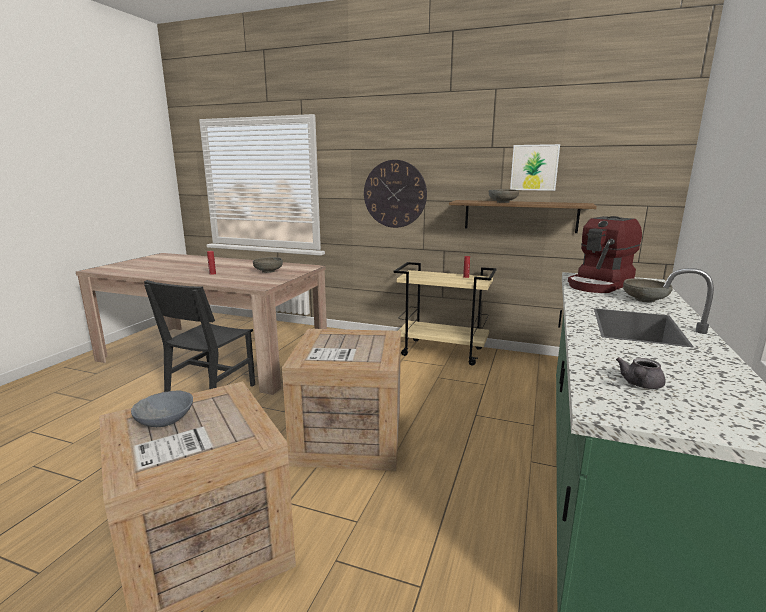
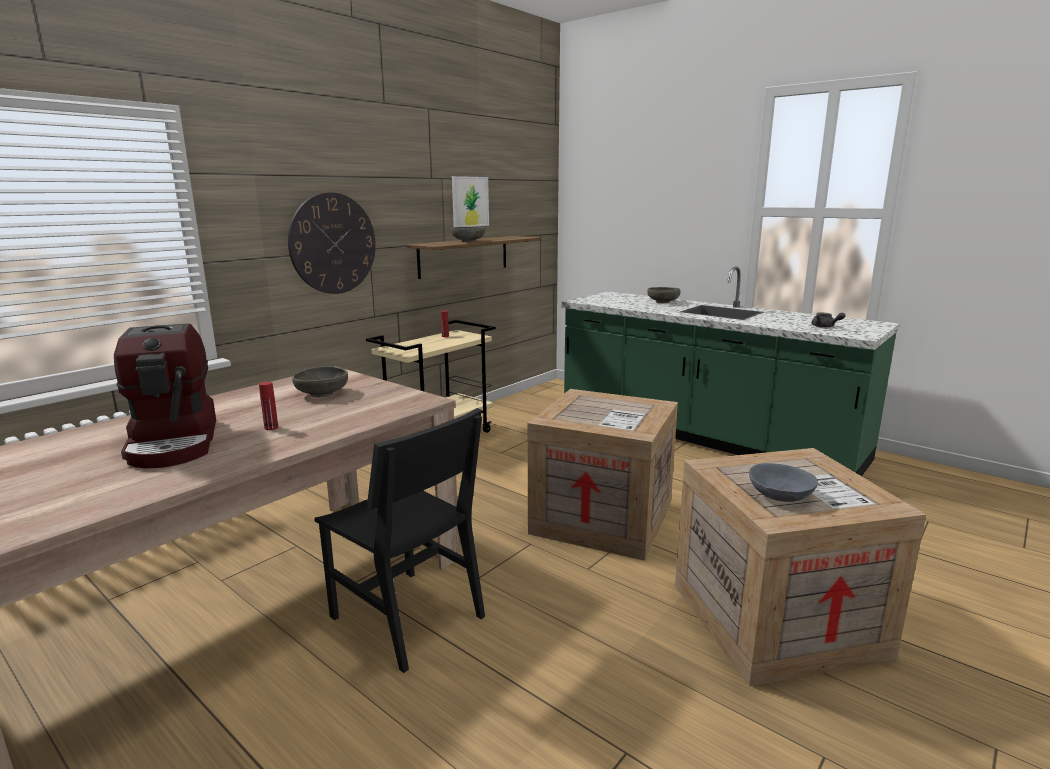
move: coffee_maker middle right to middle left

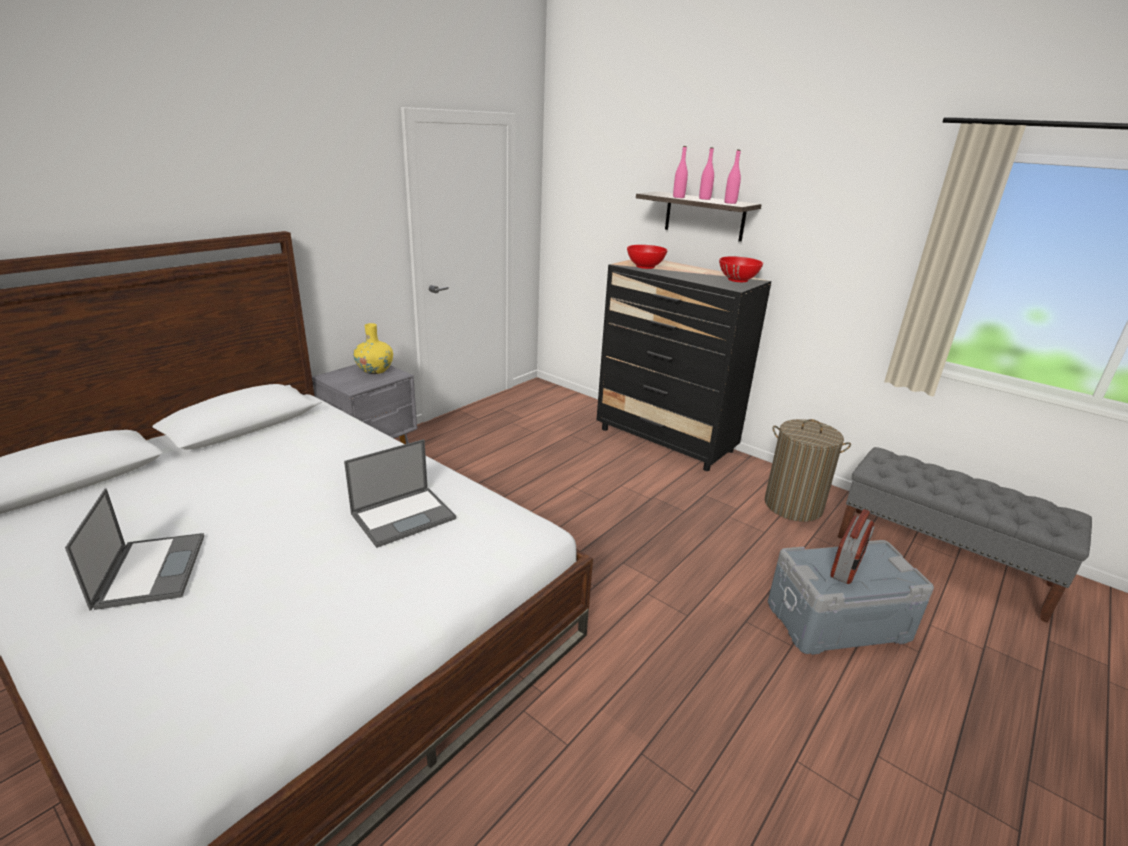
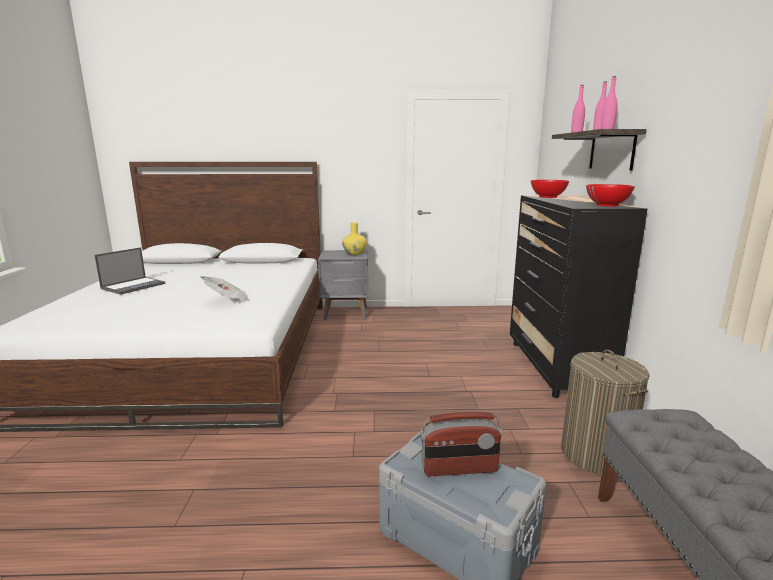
replace: laptop (2nd from left) centre to newspaper middle left

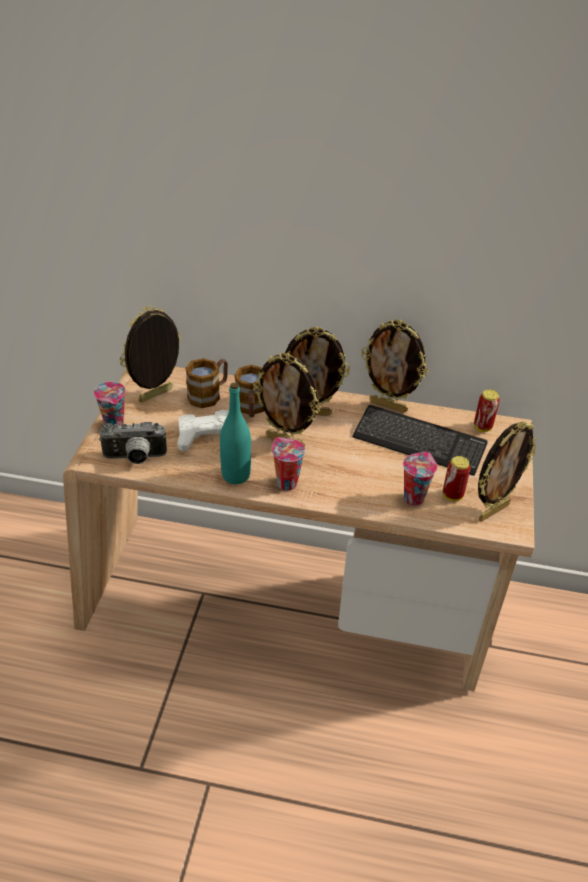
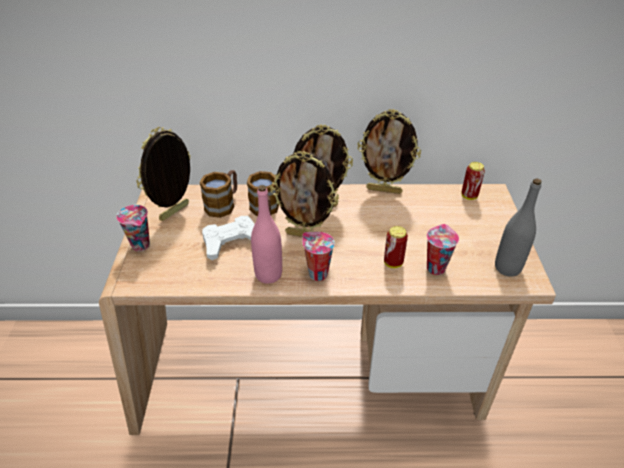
delete: PC_keyboard middle right; still_camera middle left
move: sealed_can (1st from left) middle right to centre
replace: photo_frame (5th from left) middle right to gray_drink_bottle middle right
recolor: turquoise_drink_bottle centre to pinkish_drink_bottle centre

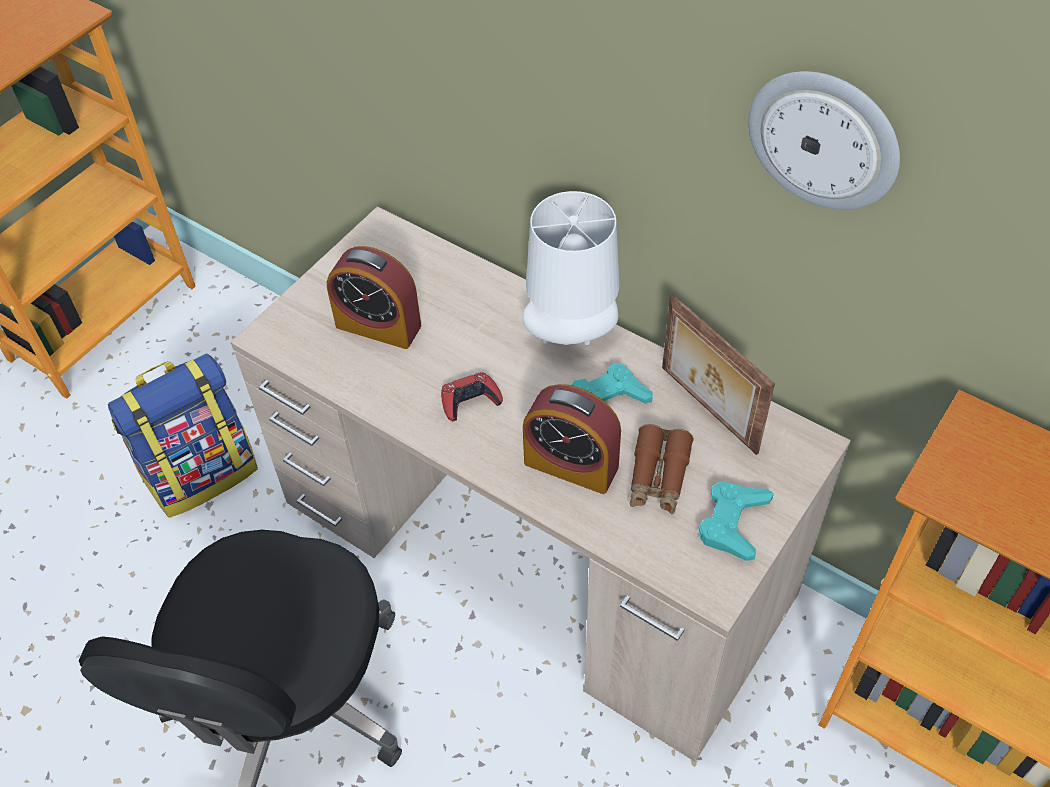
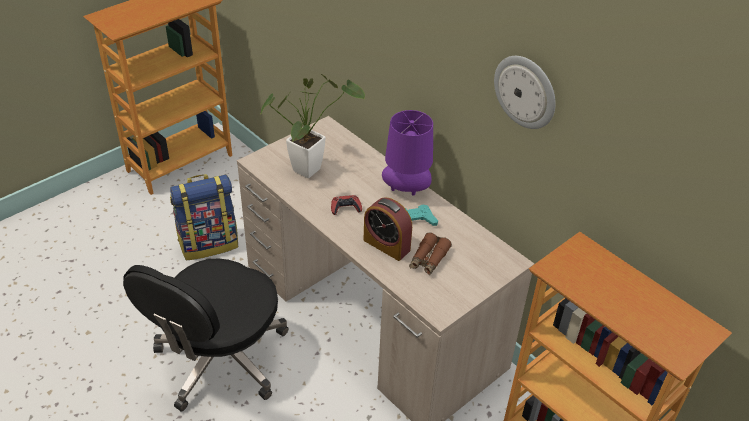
delete: photo_frame middle right; turquoise_game_controller (2nd from left) middle right
replace: bedside_clock (1st from left) centre to potted_plant top centre
recolor: white-coloured_lamp_for_a_table centre to purple_lamp_for_a_table centre

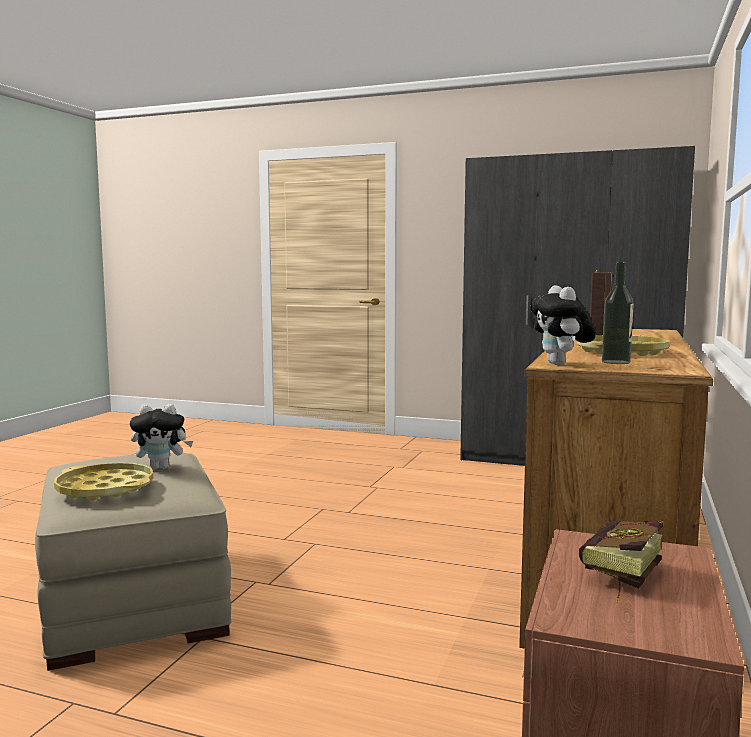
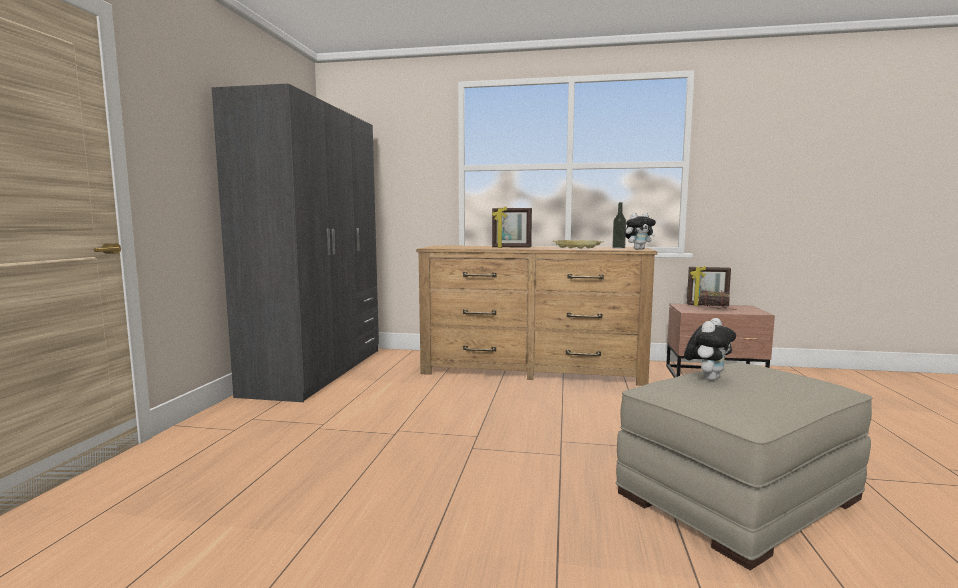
delete: yellow-coloured_carrying_tray (1st from left) middle left
insert: photo_frame (2nd from left) middle right
rotate: cuddly_toy (1st from left in the first image) middle left = middle right 60 degrees clockwise

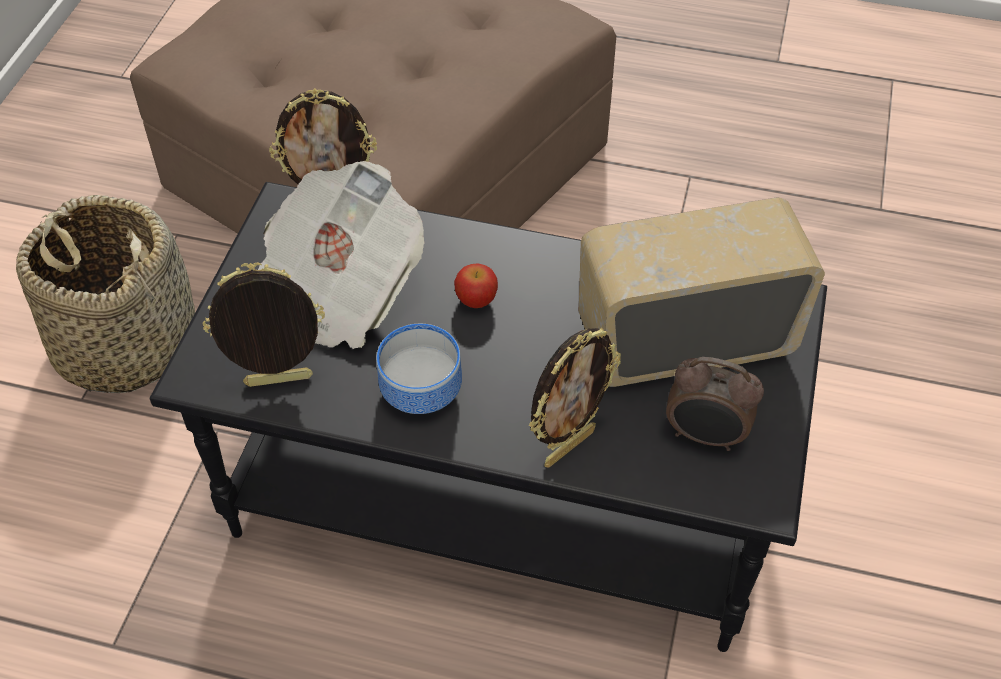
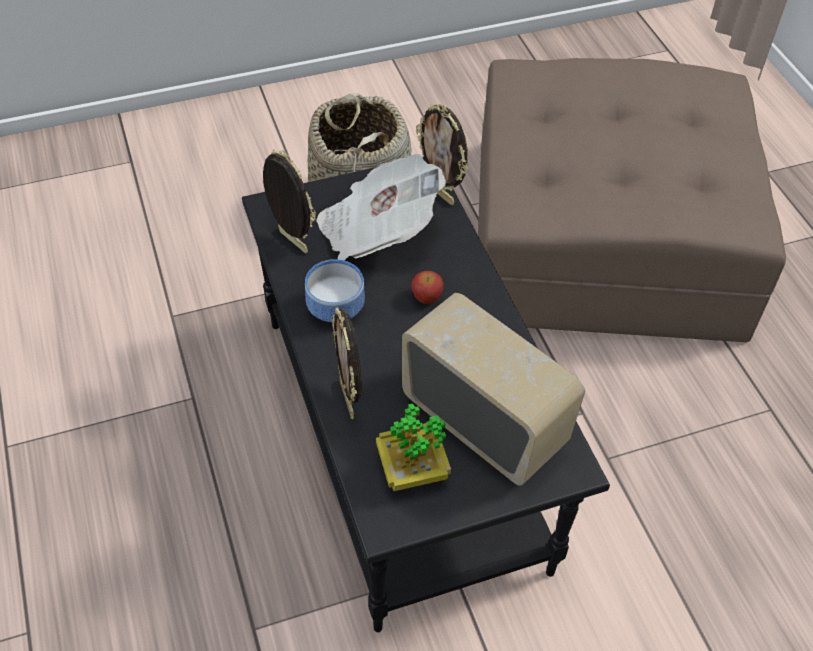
replace: bedside_clock middle right to potted_plant bottom centre
rotate: photo_frame (3rd from left in the first image) centre = centre 60 degrees clockwise

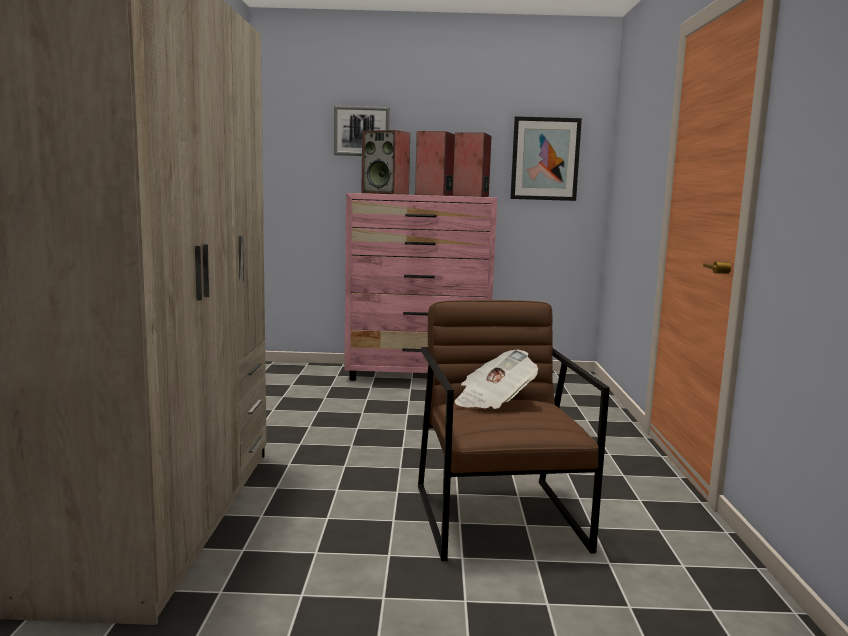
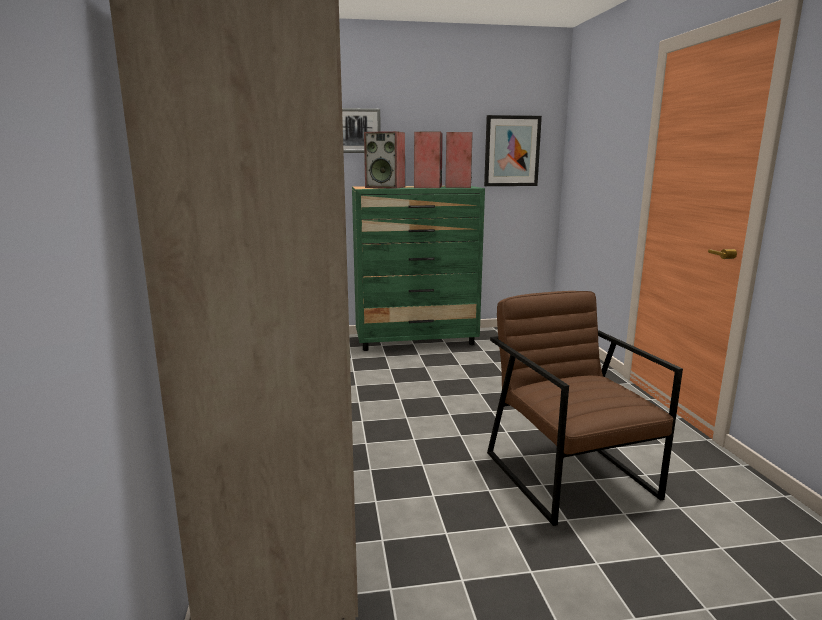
delete: newspaper centre
recolor: pinkish_dresser centre to greenish_dresser centre

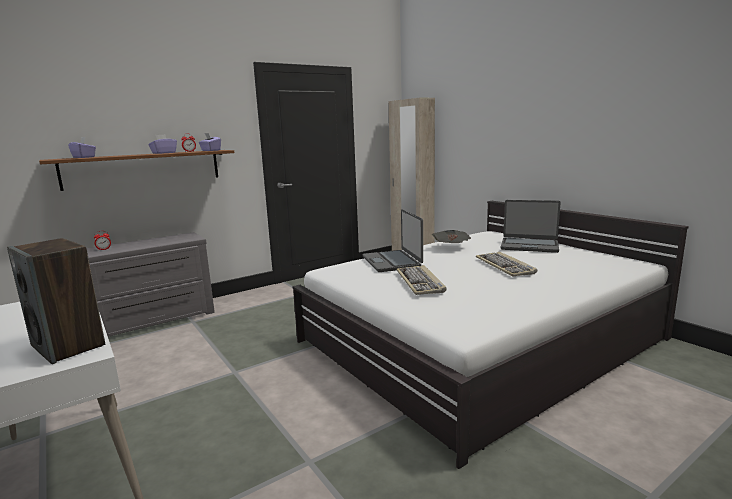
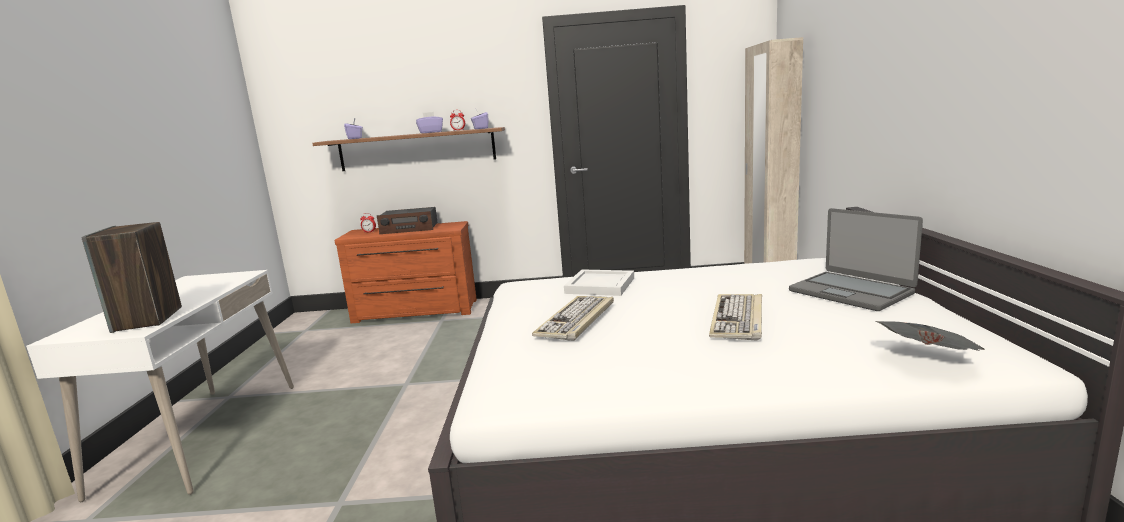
insert: radio centre
move: newspaper centre to middle right
replace: laptop (1st from left) centre to white-coloured_carrying_tray centre
recolor: gray_dresser middle left to brownish_dresser centre

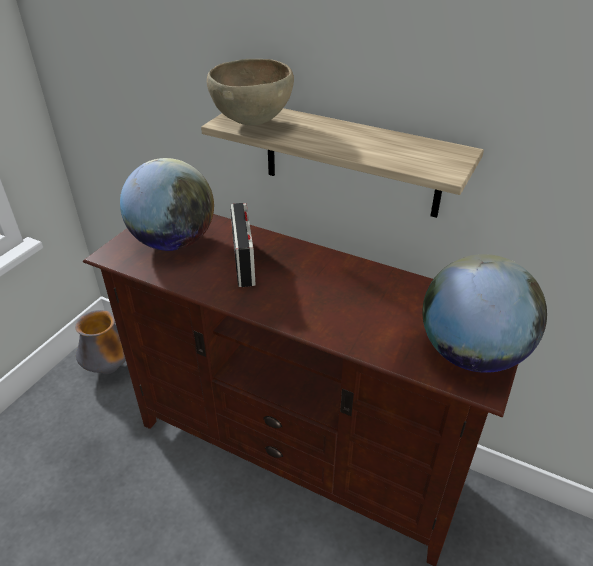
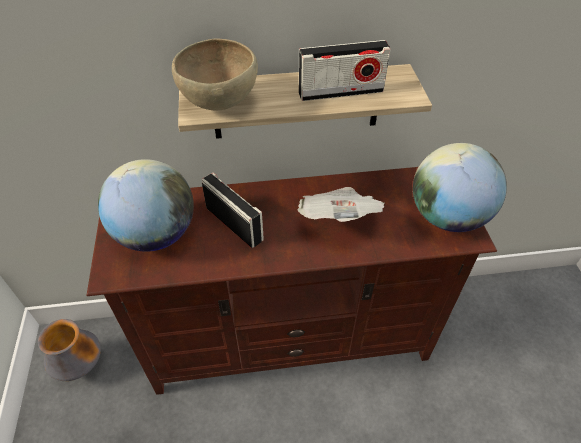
insert: radio (2nd from left) top centre; newspaper centre

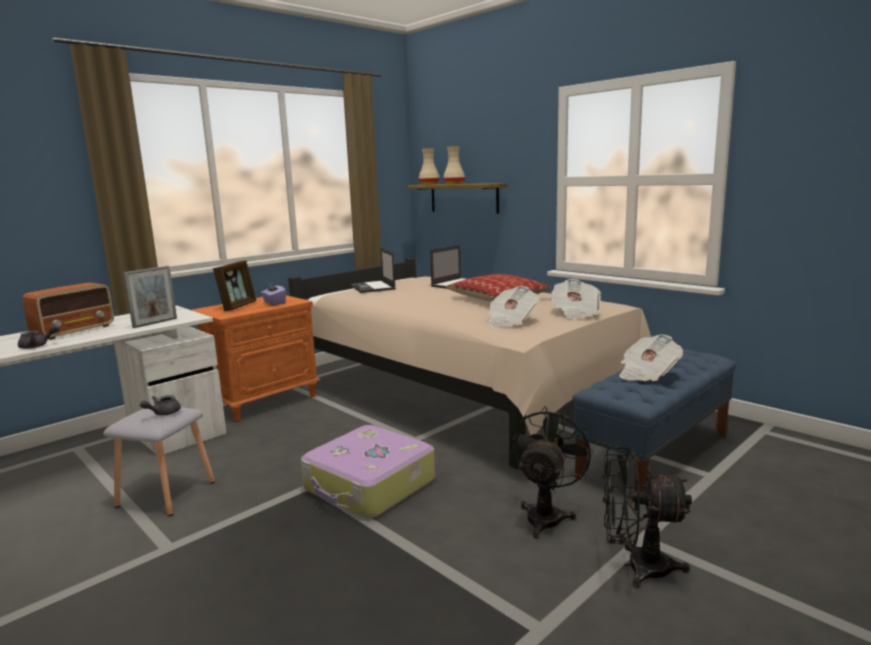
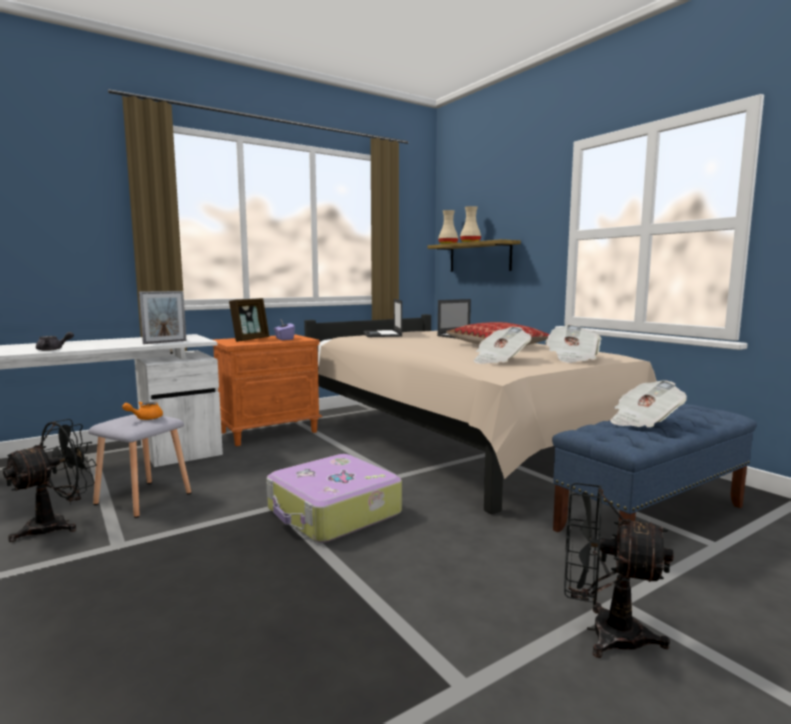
delete: radio middle left
move: black-coloured_cooling_fan (1st from left) bottom centre to middle left
recolor: gray_teapot (2nd from left) middle left to orange-coloured_teapot middle left

